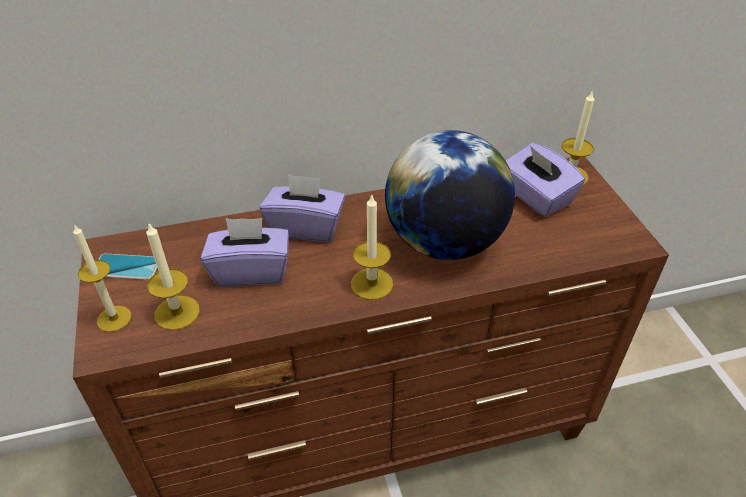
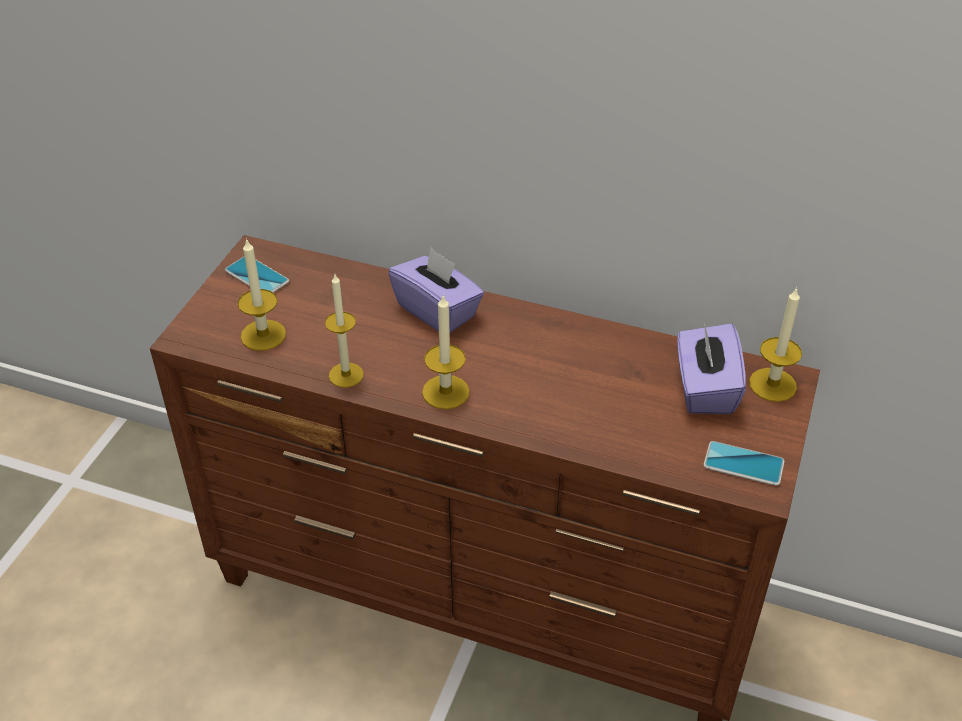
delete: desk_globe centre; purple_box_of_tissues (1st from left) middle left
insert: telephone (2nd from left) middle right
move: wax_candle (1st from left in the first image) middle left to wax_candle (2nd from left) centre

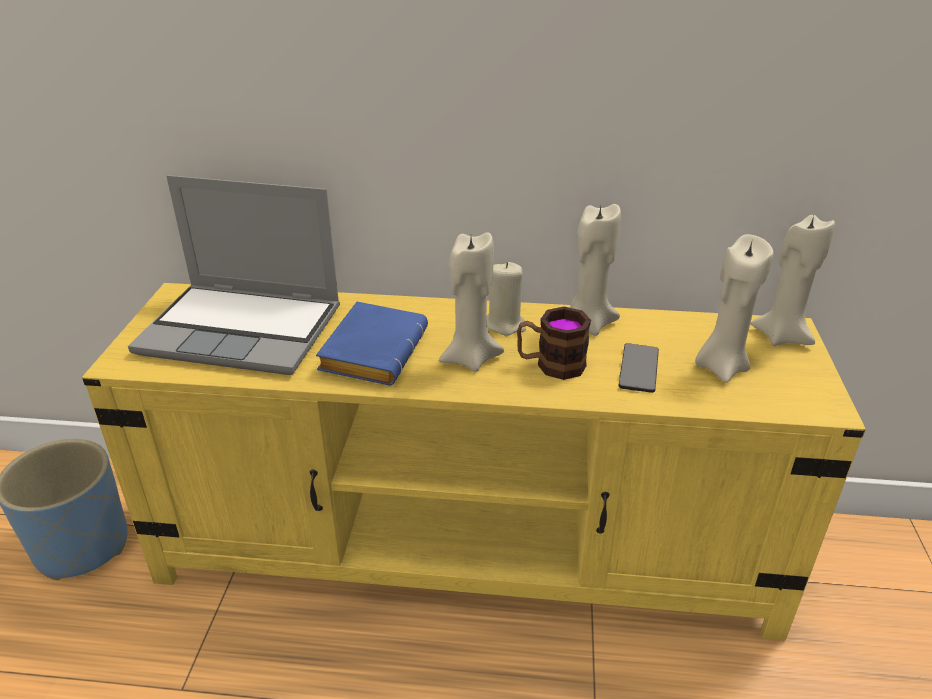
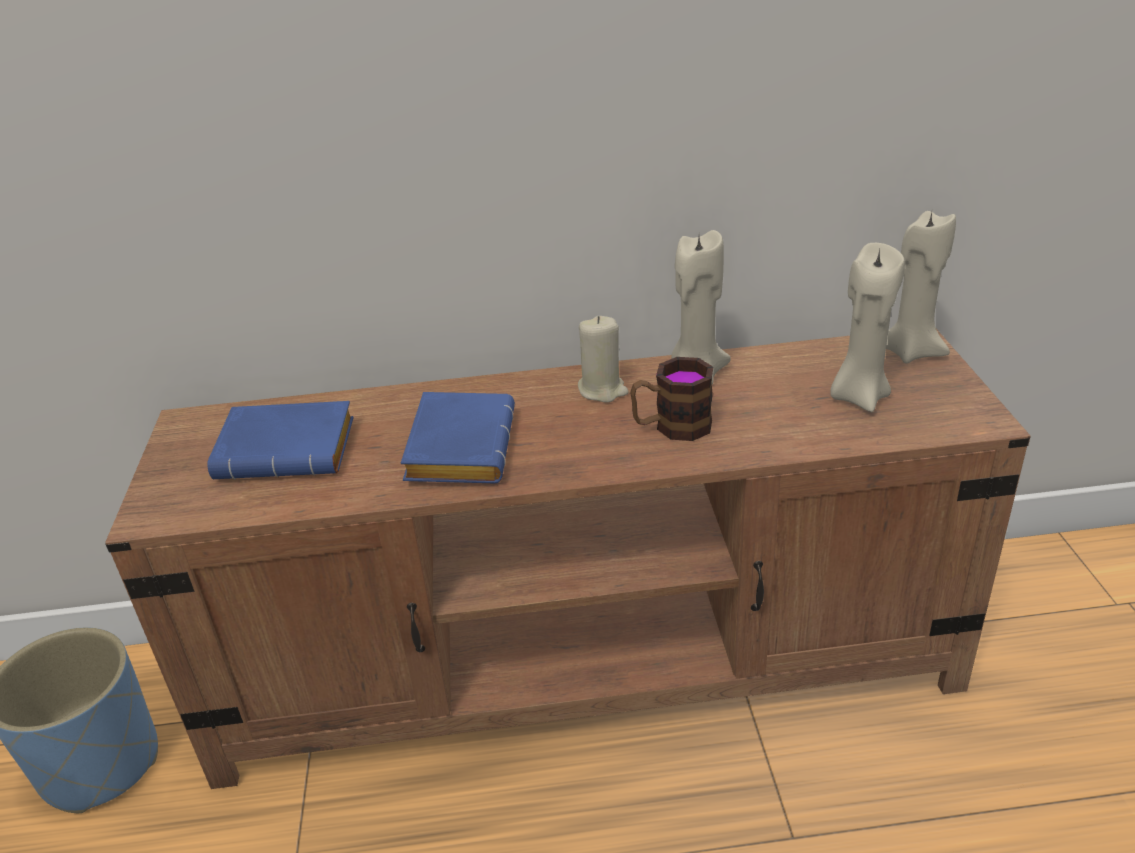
delete: beige_wax_candle (1st from left) centre; telephone middle right
replace: laptop middle left to blue-coloured_volume (1st from left) middle left
recolor: yellow-coloured_media_console centre to brownish_media_console centre

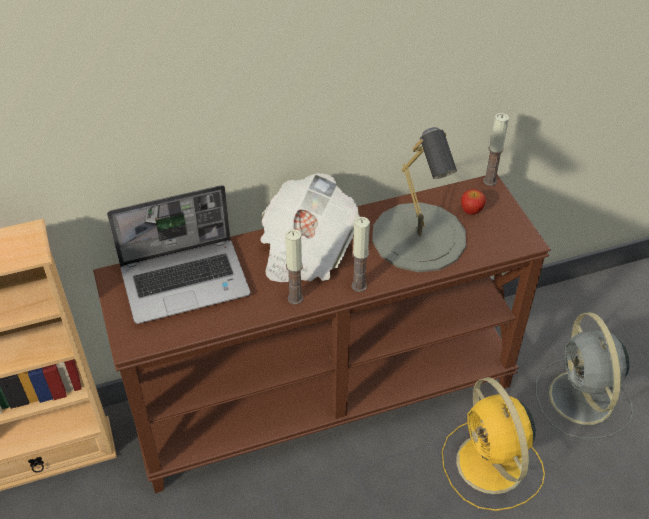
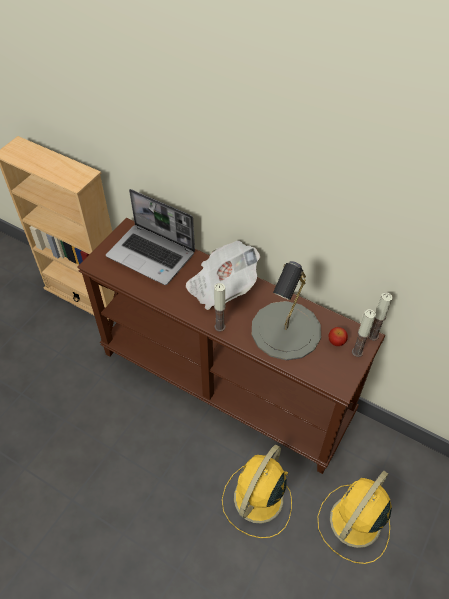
move: wax_candle (1st from left in the first image) centre to wax_candle (2nd from left) middle right
recolor: gray_cooling_fan bottom right to yellow-coloured_cooling_fan (2nd from left) bottom right

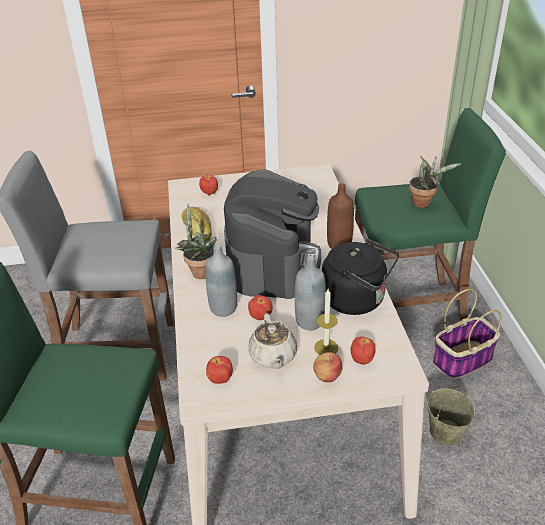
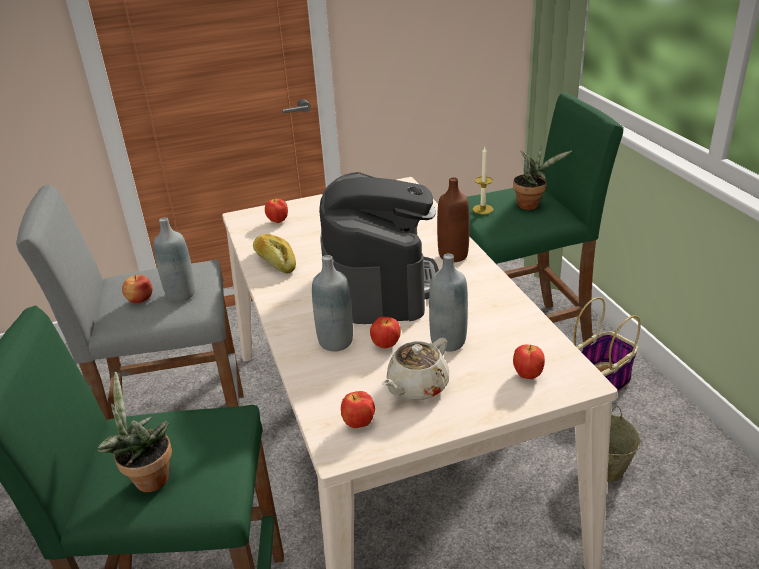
delete: black-coloured_tea_kettle centre
insert: gray_drink_bottle (1st from left) middle left
move: potted_plant (1st from left) centre to bottom left; wax_candle centre to top centre; apple_fruit (4th from left in the first image) bottom centre to apple_fruit (1st from left) middle left
rotate: beige_teapot centre = centre 60 degrees clockwise

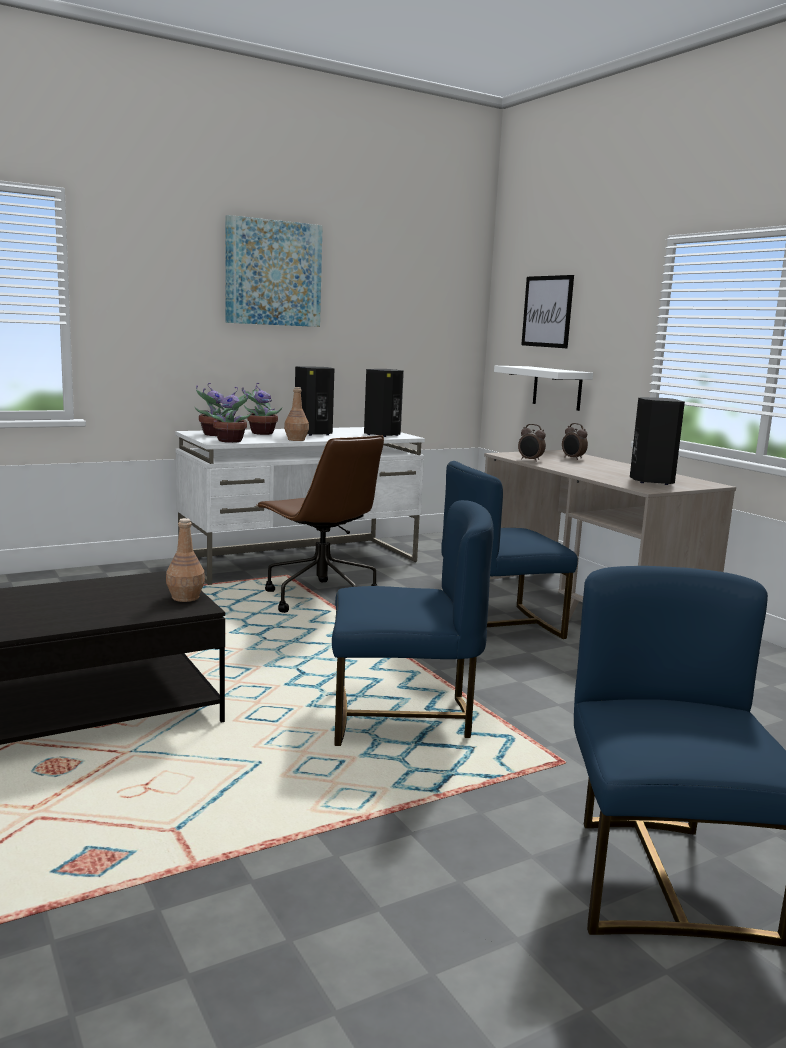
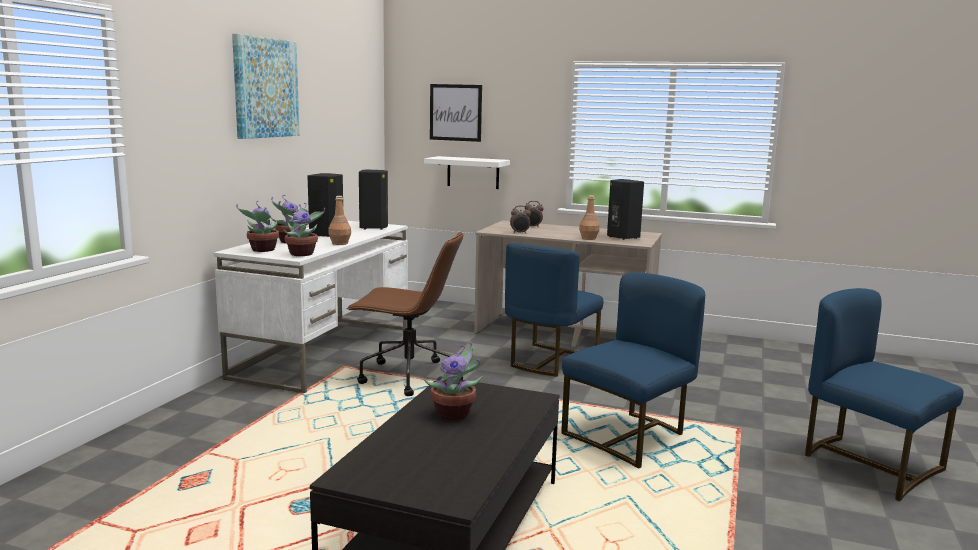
insert: potted_plant (4th from left) bottom centre
move: brownish_drink_bottle (1st from left in the first image) middle left to brownish_drink_bottle (2nd from left) centre

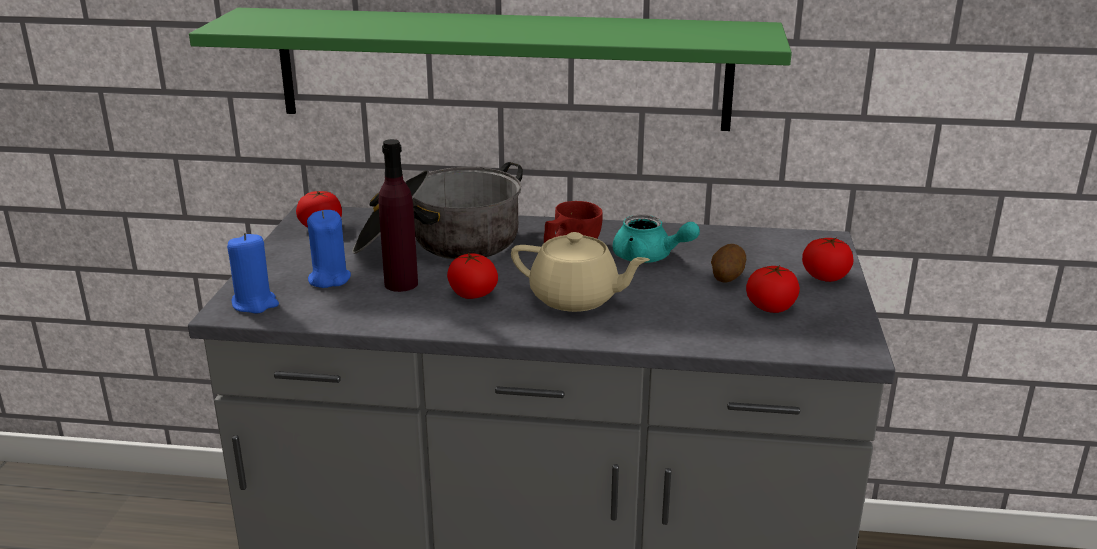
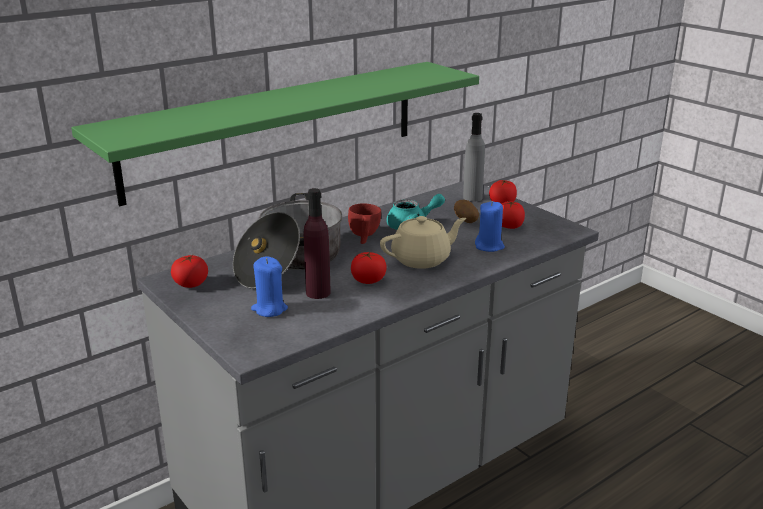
insert: gray_drink_bottle top centre
move: blue-coloured_wax_candle (1st from left in the first image) middle left to blue-coloured_wax_candle (2nd from left) centre

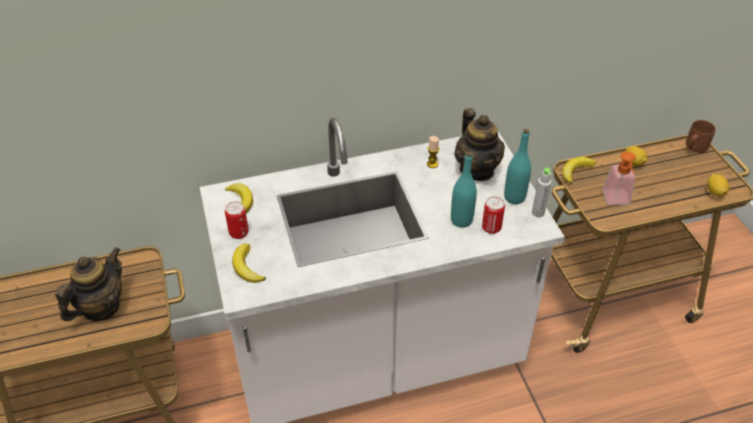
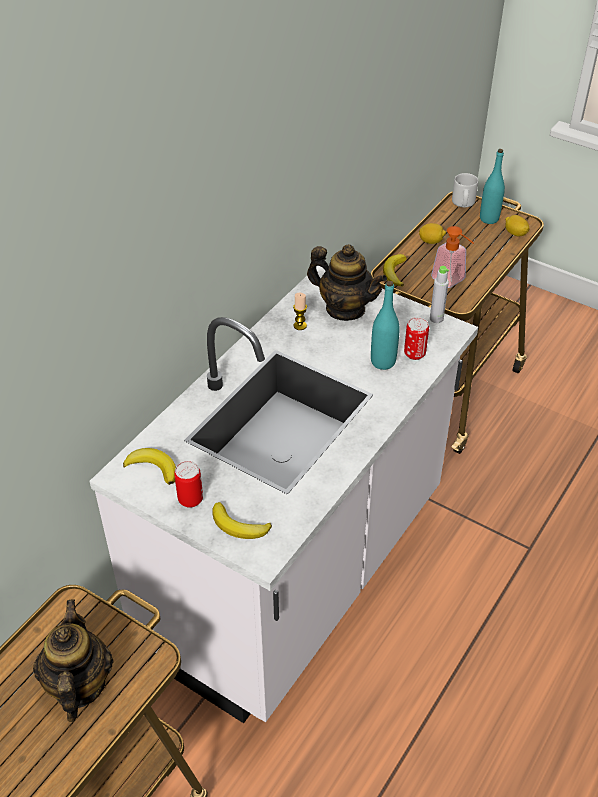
move: turquoise_drink_bottle (2nd from left) middle right to top right
recolor: brownish_coffee_mug top right to gray_coffee_mug top right

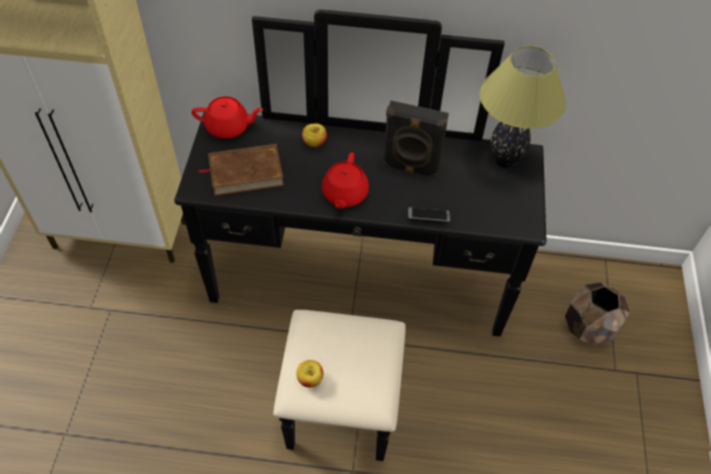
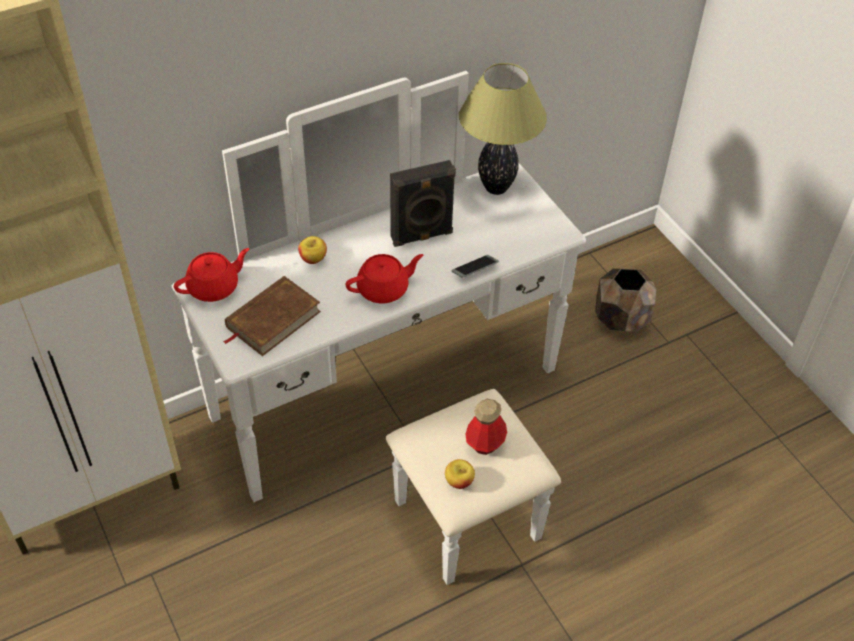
insert: drink_bottle centre
recolor: black-coloured_dresser centre to white-coloured_dresser centre
rotate: red_teapot (2nd from left) centre = centre 90 degrees counterclockwise

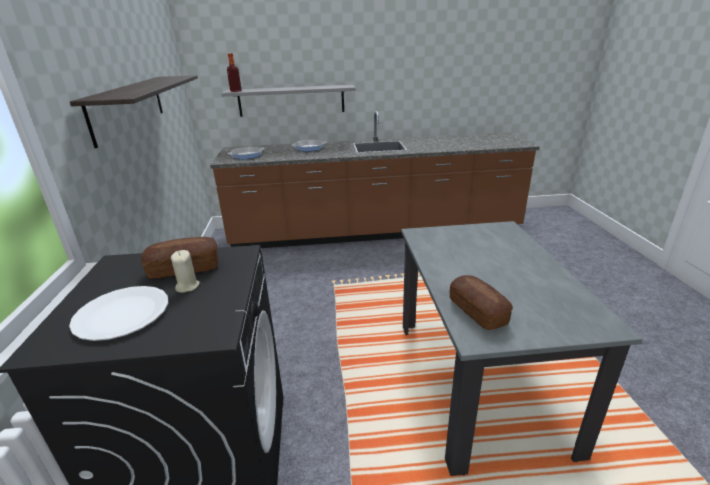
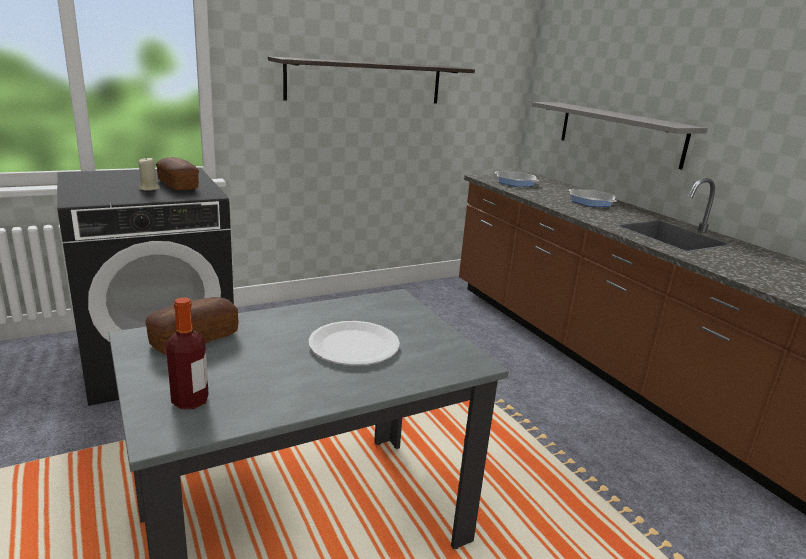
move: drink_bottle top left to middle left; white-coloured_plate middle left to centre

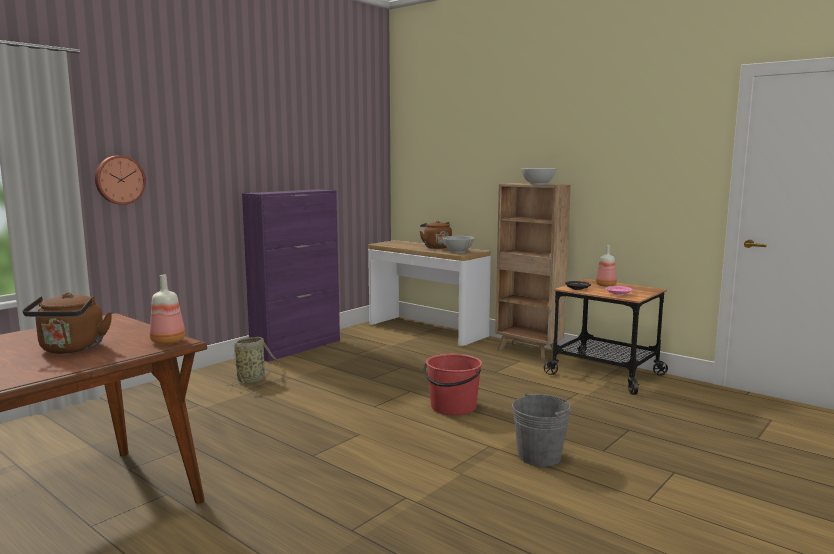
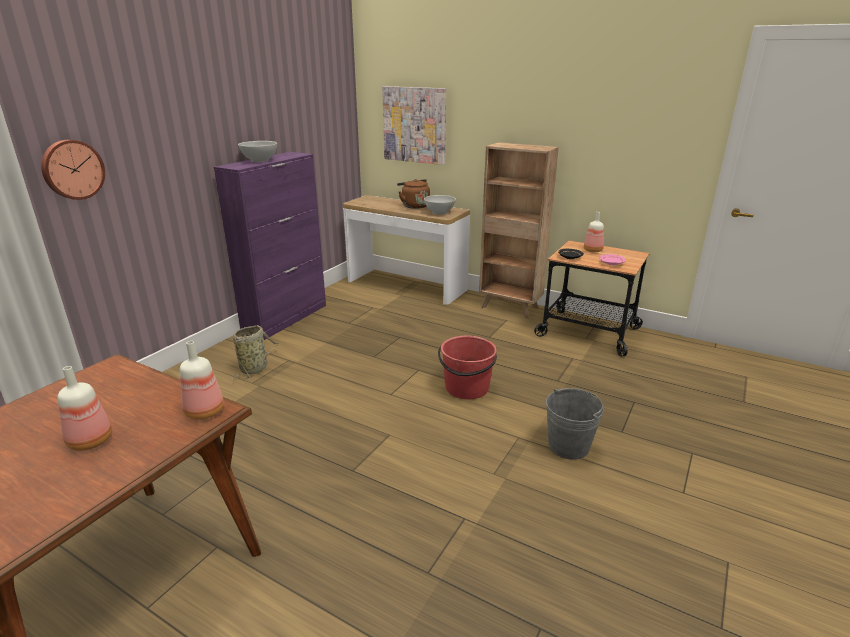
insert: wall_picture top centre
move: white-coloured_bowl (2nd from left in the first image) top centre to white-coloured_bowl (1st from left) top left
replace: brownish_tea_kettle (1st from left) middle left to drink_bottle (1st from left) middle left

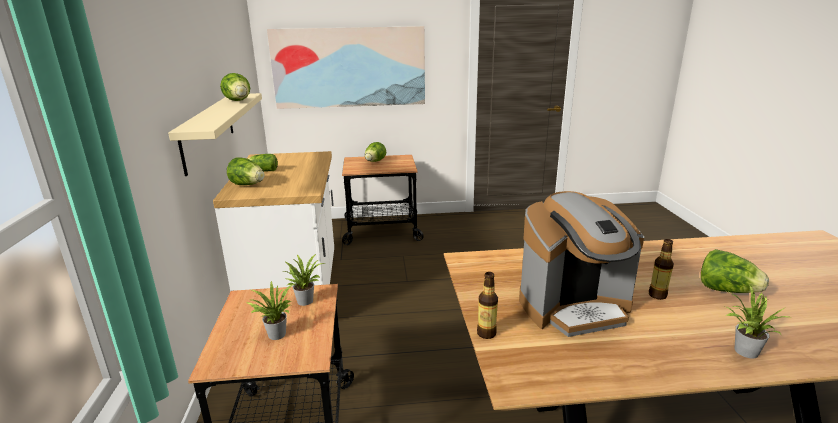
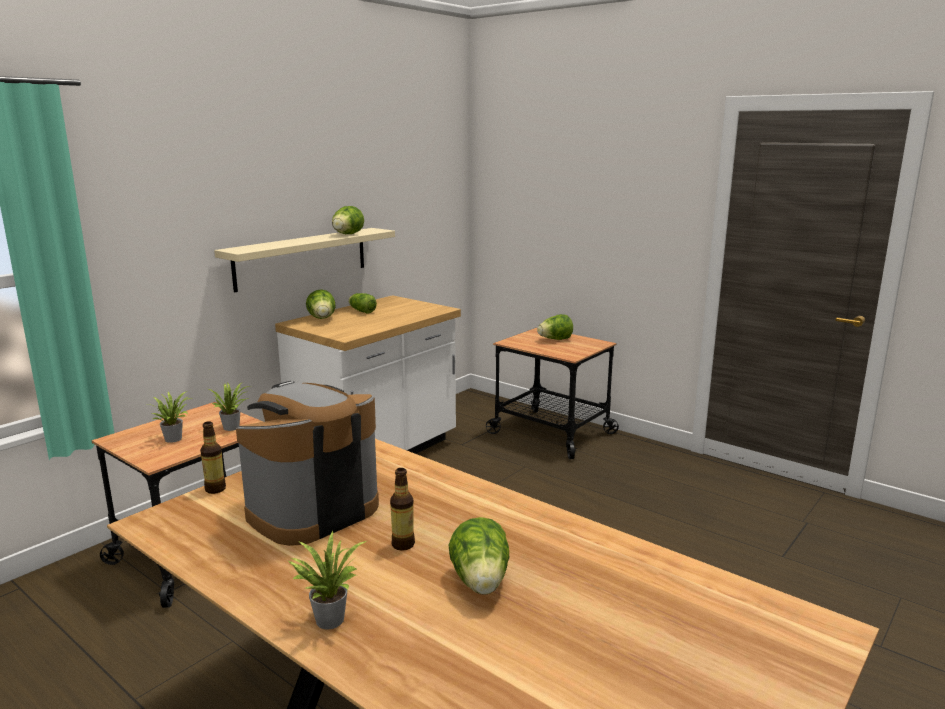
delete: wall_picture top centre
rotate: coffee_maker middle right = middle left 105 degrees clockwise

